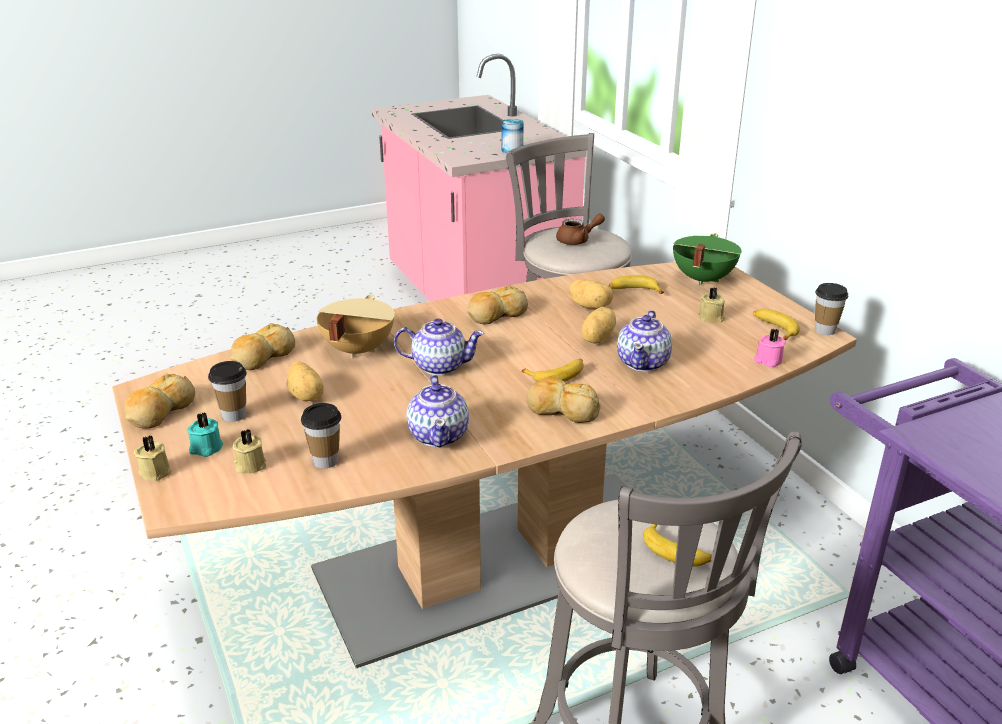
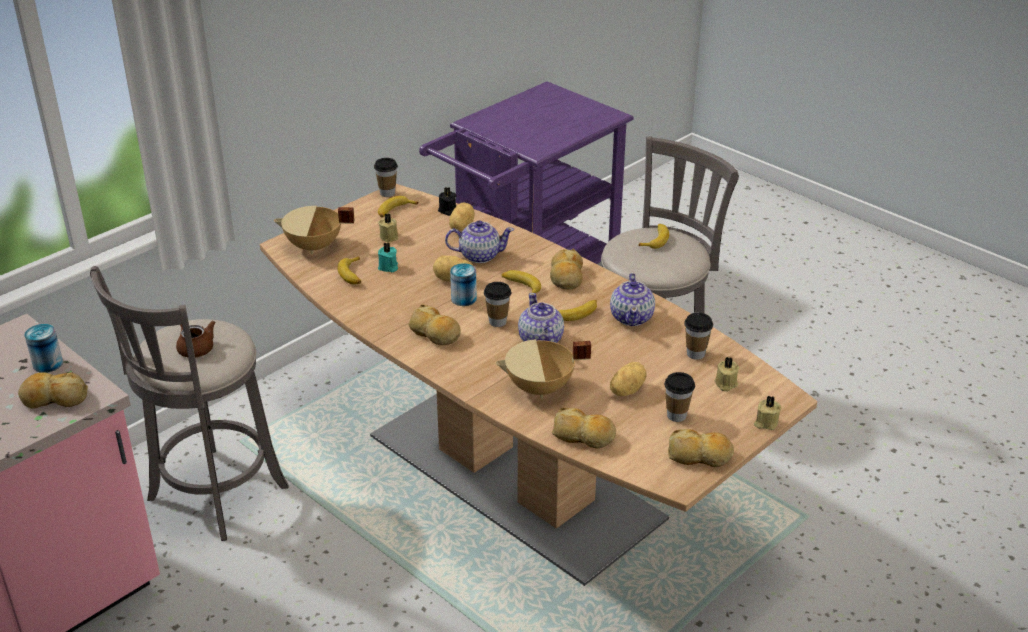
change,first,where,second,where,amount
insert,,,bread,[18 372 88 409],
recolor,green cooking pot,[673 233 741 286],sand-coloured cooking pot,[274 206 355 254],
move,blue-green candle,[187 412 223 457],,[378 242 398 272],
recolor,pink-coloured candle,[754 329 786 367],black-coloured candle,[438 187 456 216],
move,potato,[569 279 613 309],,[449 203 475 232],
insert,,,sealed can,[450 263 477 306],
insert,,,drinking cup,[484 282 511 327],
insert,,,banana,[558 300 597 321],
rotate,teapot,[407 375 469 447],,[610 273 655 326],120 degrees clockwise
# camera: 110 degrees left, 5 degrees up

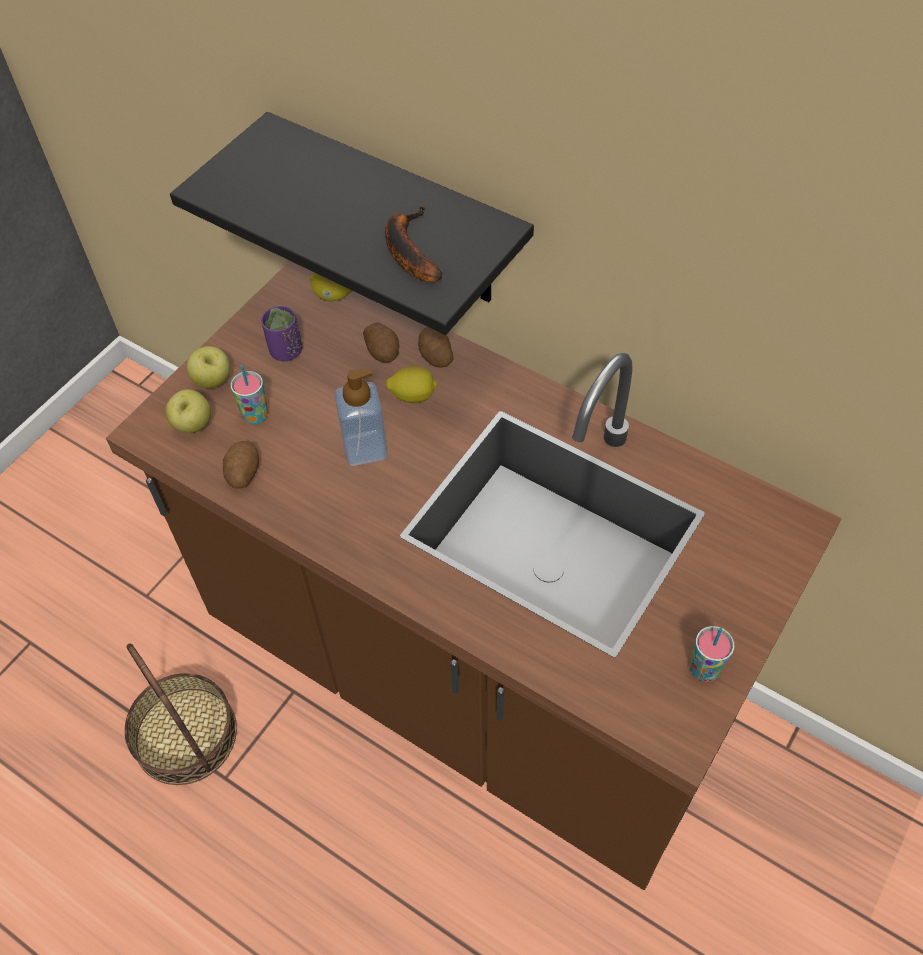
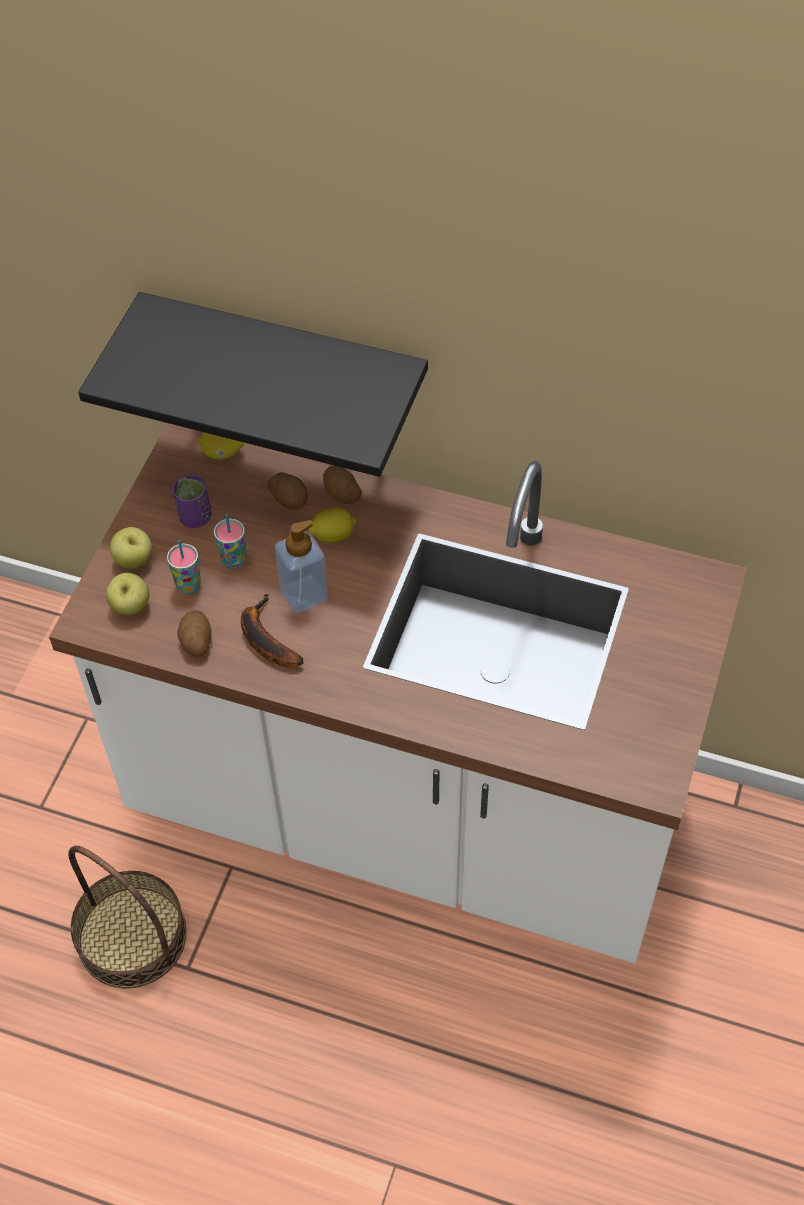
change,first,where,second,where,amount
recolor,brown counter,[106 261 842 890],white-coloured counter,[49 423 747 963],
move,drinking cup,[690 626 734 682],,[214 514 246 569],
move,banana,[385 206 442 282],,[241 593 304 668],
# camera: 15 degrees left, 0 degrees up

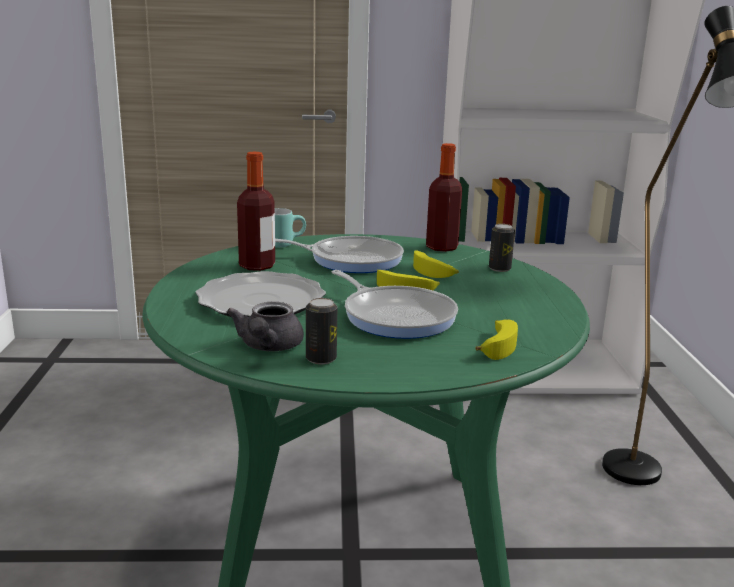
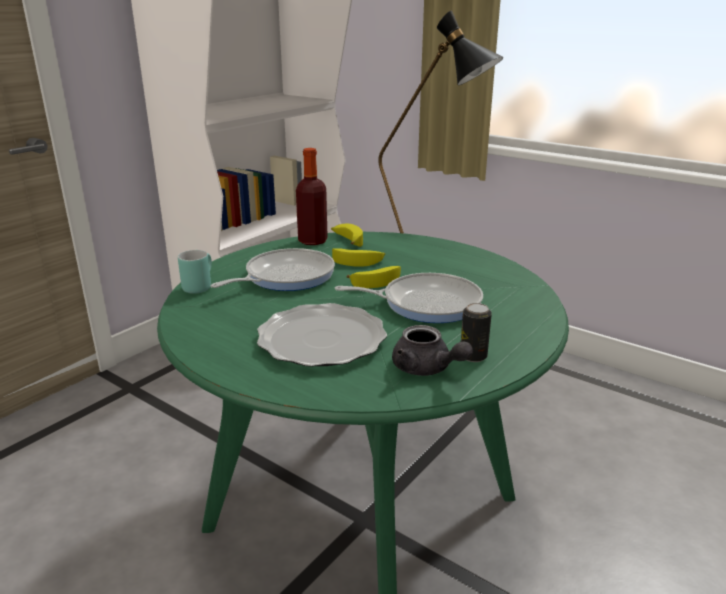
change,first,where,second,where,amount
move,banana,[476 319 518 360],,[331 224 363 247],
delete,bottle,[237 152 275 271],,,
delete,sealed can,[489 224 515 272],,,
# camera: 50 degrees left, 5 degrees up

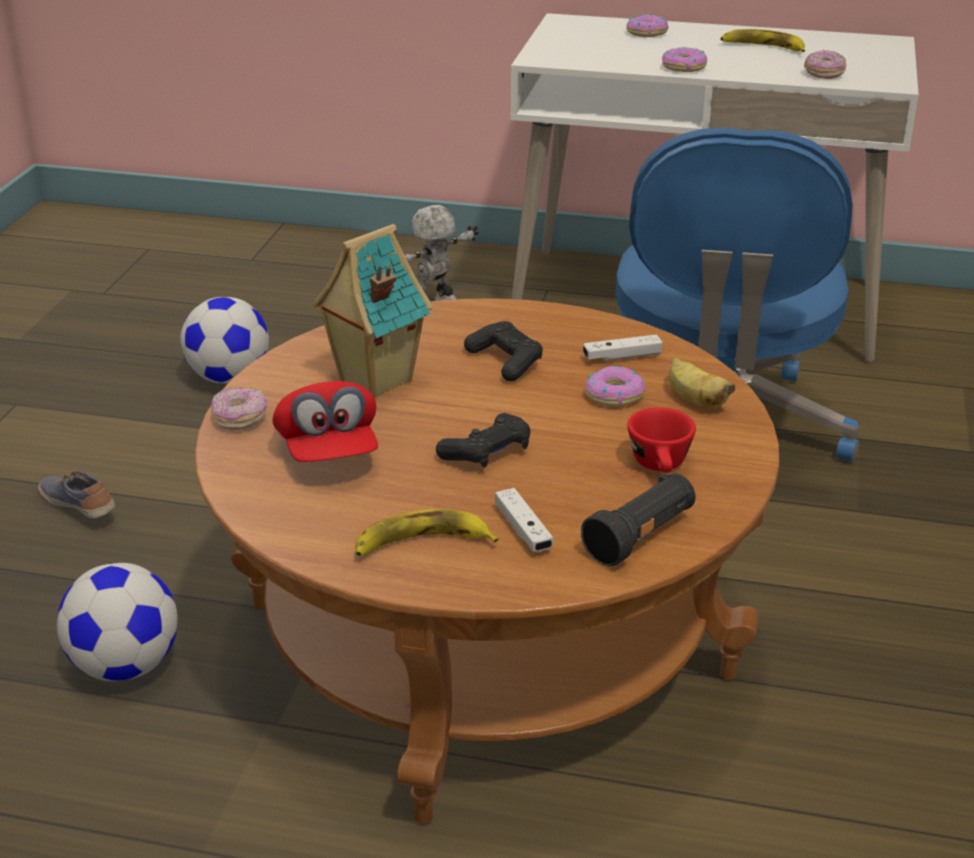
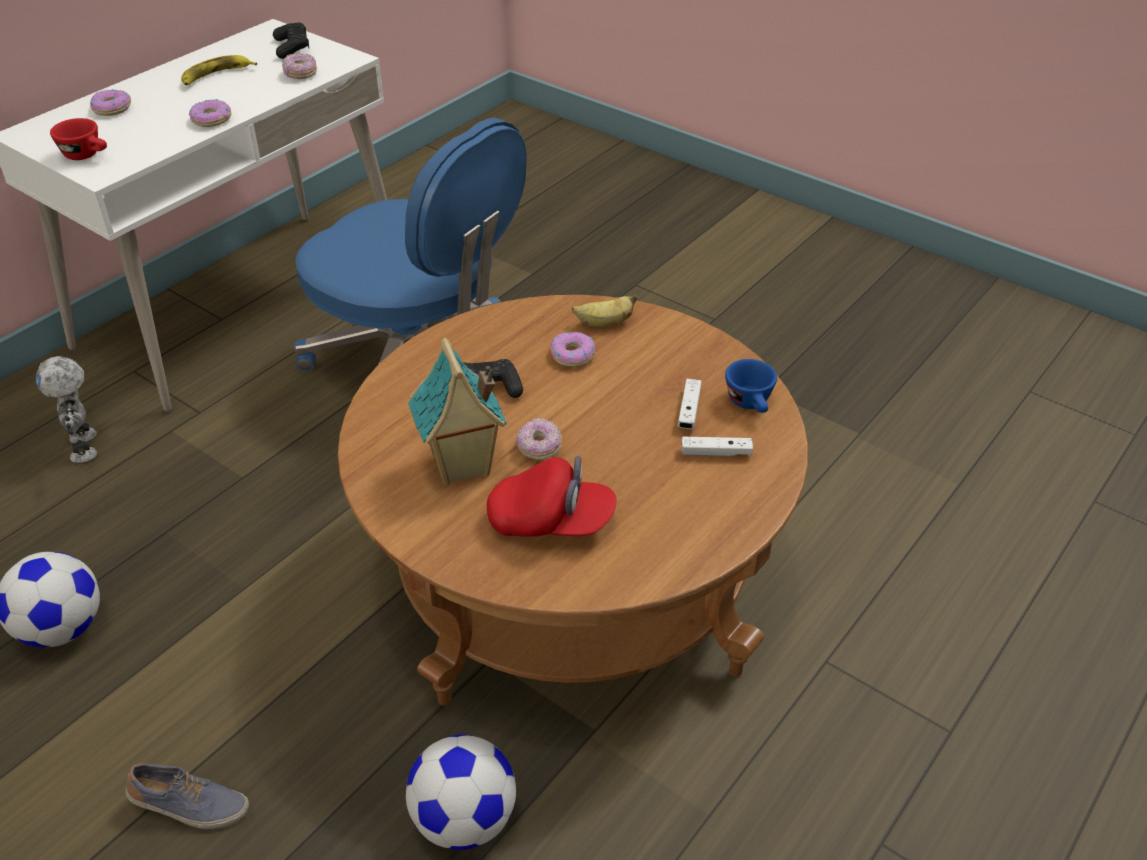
change,first,where,second,where,amount
move,red drinking cup,[627 407 696 472],,[50 118 107 160],
rotate,item of footwear,[38 470 115 518],,[126 763 249 829],150 degrees counterclockwise
move,black-coloured joypad,[436 413 531 468],,[273 23 309 59],
move,doughnut,[211 387 267 430],,[516 418 562 460],
move,white-coloured joypad,[583 335 663 361],,[678 379 702 429],
replace,black-coloured hand torch,[581 473 695 566],blue-coloured drinking cup,[725 359 777 413],
delete,banana,[355 509 499 556],,,
# camera: 65 degrees left, 10 degrees up

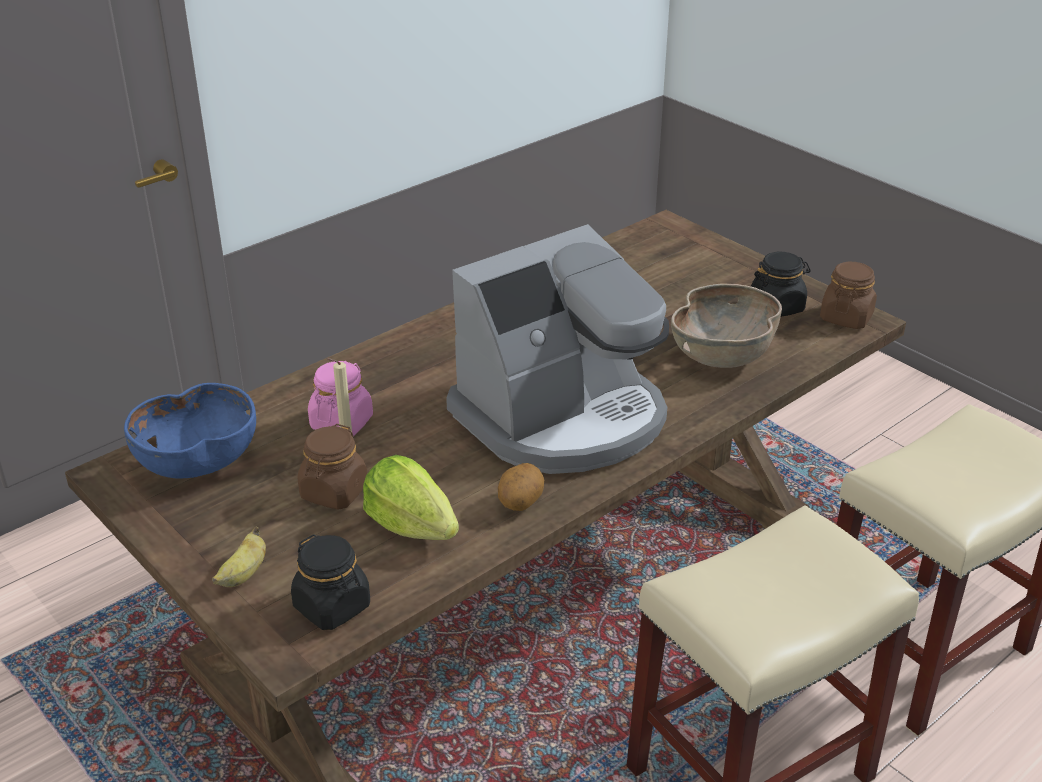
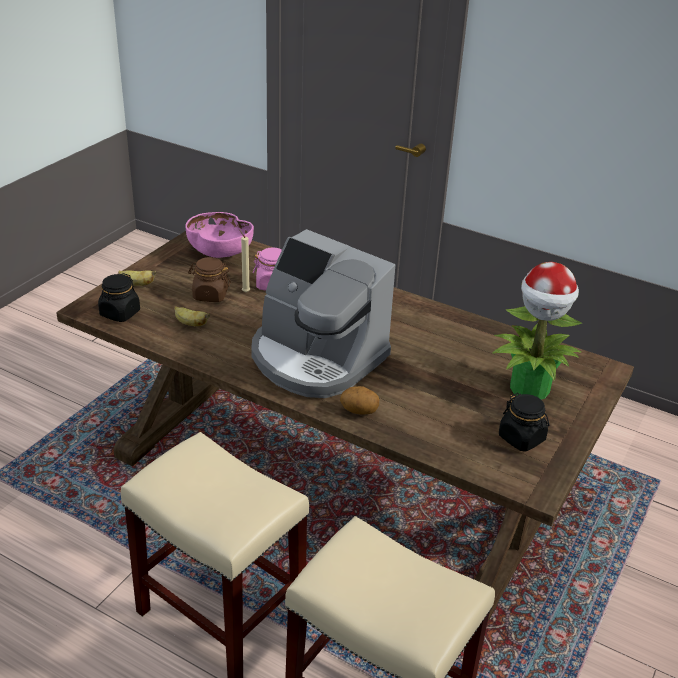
change,first,where,second,where,amount
replace,lettuce head,[363 455 459 540],banana,[174 306 210 326],
recolor,blue-coloured bowl,[124 383 256 479],pink-coloured bowl,[185 212 254 258],
move,potato,[498 463 544 511],,[340 386 379 415],
insert,,,potted plant,[492 262 582 400],
delete,brown bowl,[671 283 782 368],,,
delete,brown preserve jar,[820 262 877 329],,,
# camera: 70 degrees right, 0 degrees up

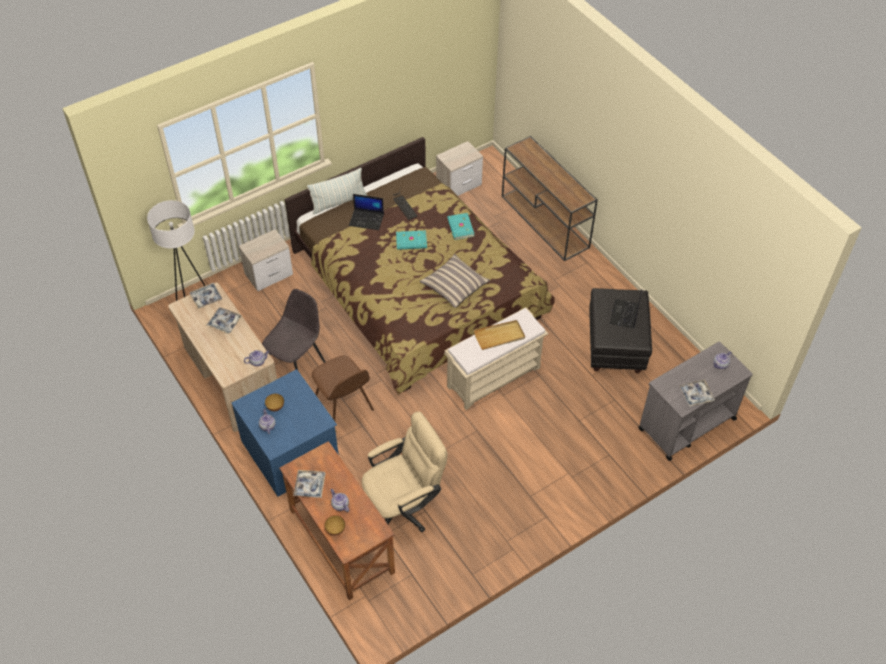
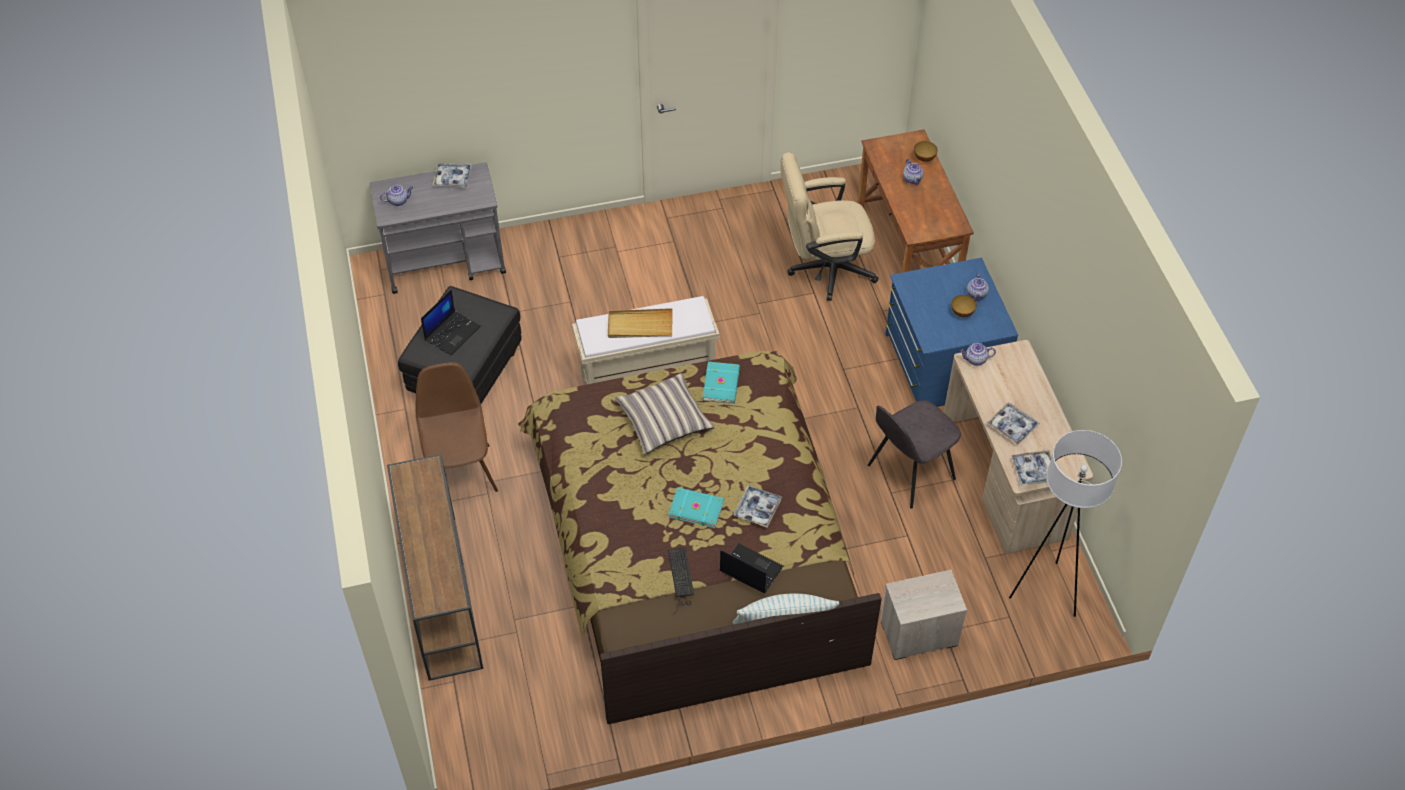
change,first,where,second,where,amount
move,brown plain chair,[312 355 374 420],,[415 362 498 492],
move,blue-green book,[447 213 474 240],,[703 362 740 404],
move,tray,[294 470 325 498],,[733 485 783 527],
delete,night table,[436 141 483 196],,,
# camera: 160 degrees left, 0 degrees up

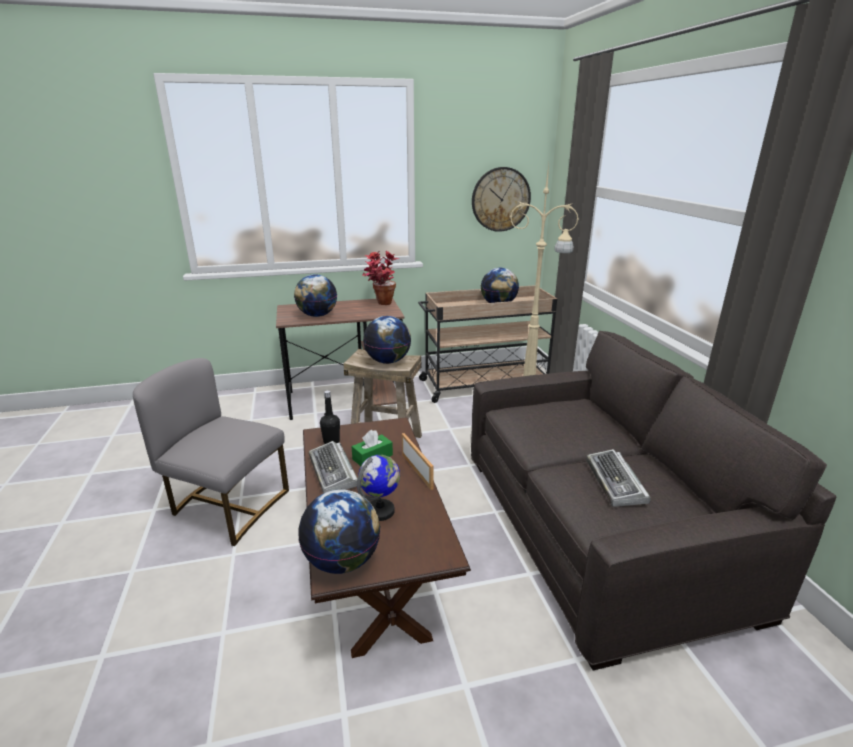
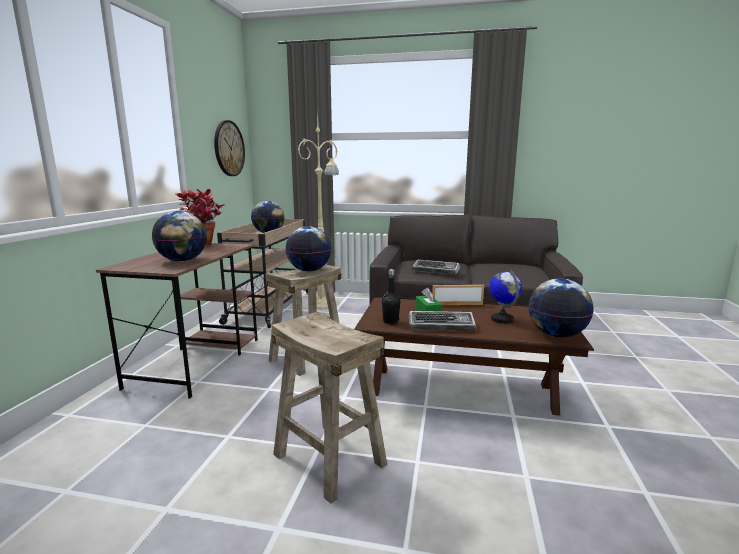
change,first,where,second,where,amount
replace,greyish plain chair,[133 358 289 546],sand-coloured stool seat,[272 312 387 504],
move,PC keyboard,[586 449 651 507],,[412 259 460 275],
# camera: 65 degrees left, 10 degrees down

